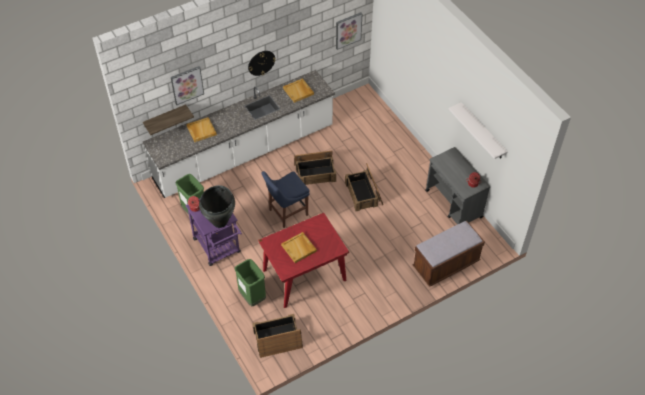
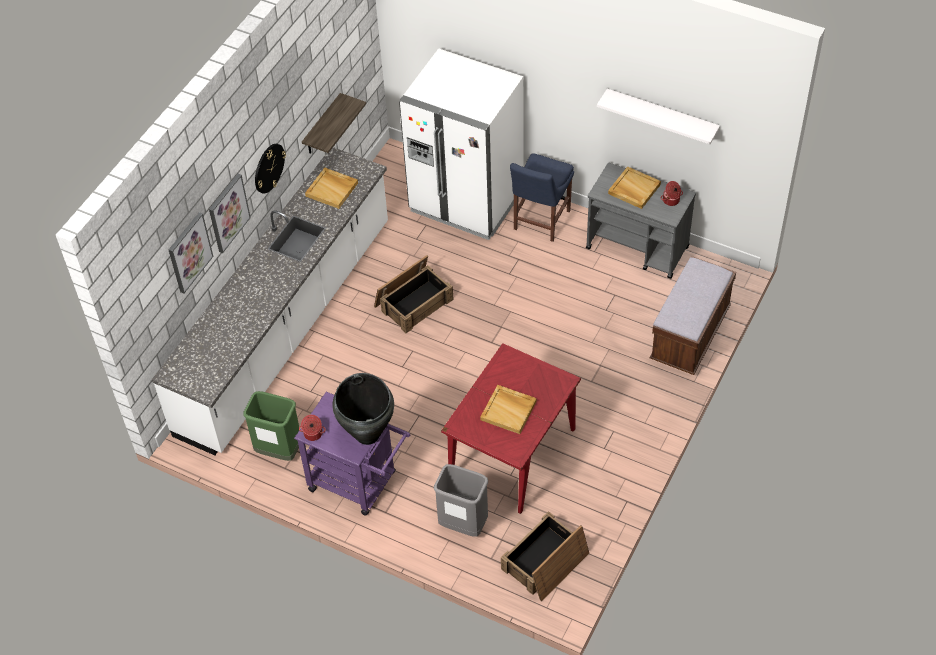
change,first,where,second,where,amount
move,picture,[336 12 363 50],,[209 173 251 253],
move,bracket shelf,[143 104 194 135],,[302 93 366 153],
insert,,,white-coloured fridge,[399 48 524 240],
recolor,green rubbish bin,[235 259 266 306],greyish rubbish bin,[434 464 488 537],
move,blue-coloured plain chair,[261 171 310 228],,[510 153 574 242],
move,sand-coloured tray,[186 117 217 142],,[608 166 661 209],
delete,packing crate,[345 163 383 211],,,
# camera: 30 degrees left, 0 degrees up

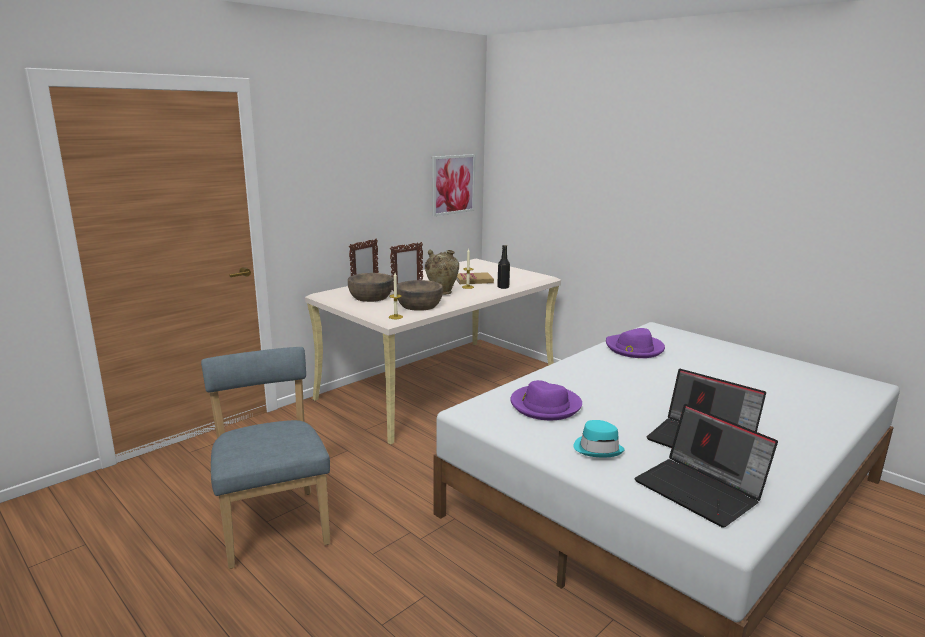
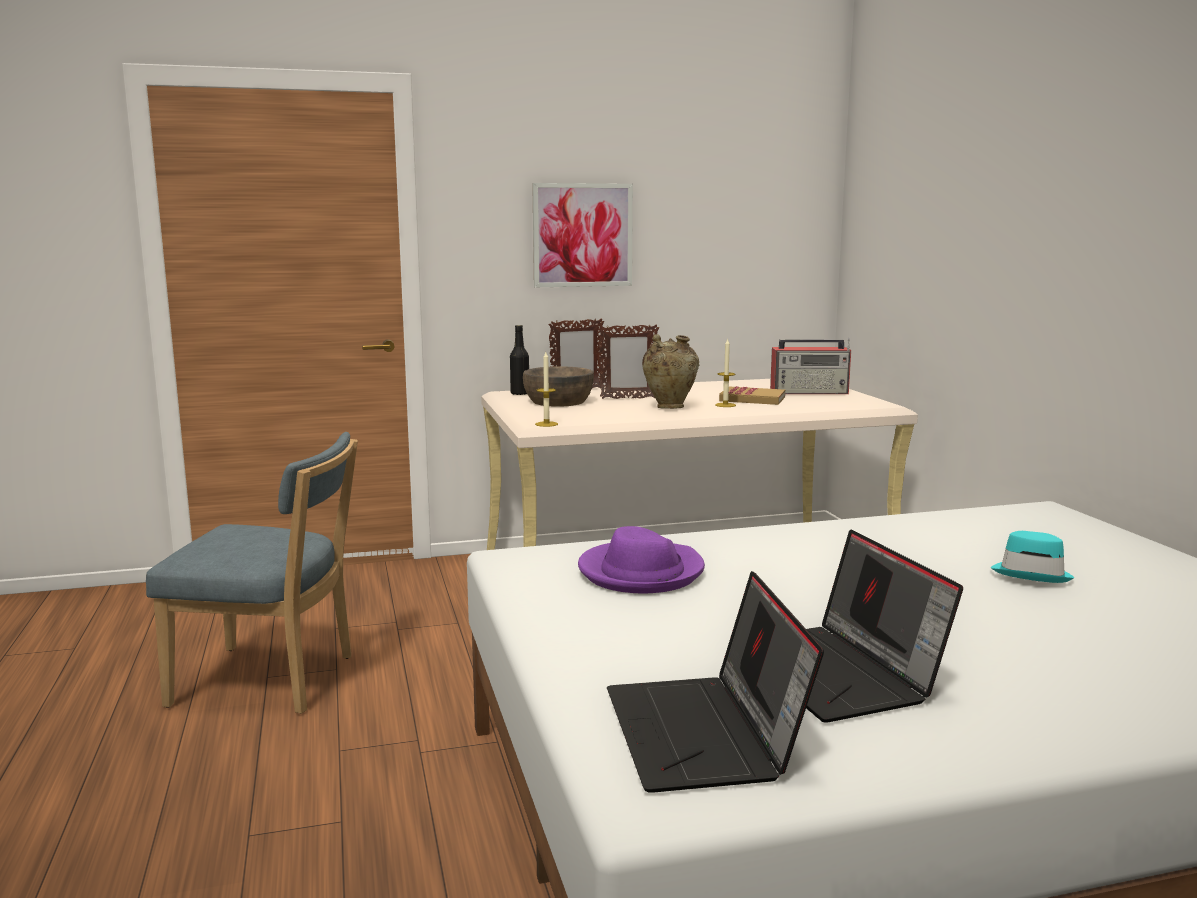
change,first,where,second,where,amount
rotate,blue-coloured plain chair,[201 347 330 569],,[146 432 358 714],90 degrees clockwise
move,black-coloured bottle,[497 245 510 289],,[510 325 529 395],
move,picture,[432 154 475 216],,[532 183 633 287],
insert,,,radio receiver,[770 338 851 394],
move,blue-green clothing hat,[574 420 625 458],,[991 531 1075 583],
delete,brown bowl,[397 280 443 311],,,
delete,purplish clothing hat,[606 328 665 358],,,
# camera: 30 degrees right, 5 degrees down

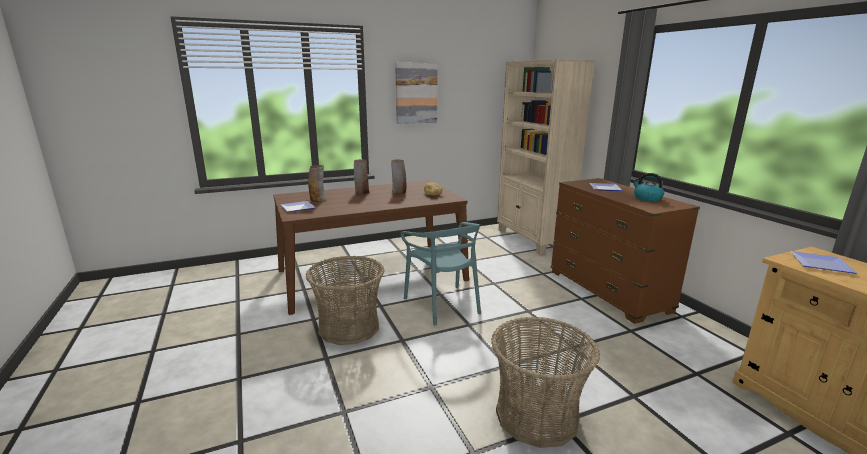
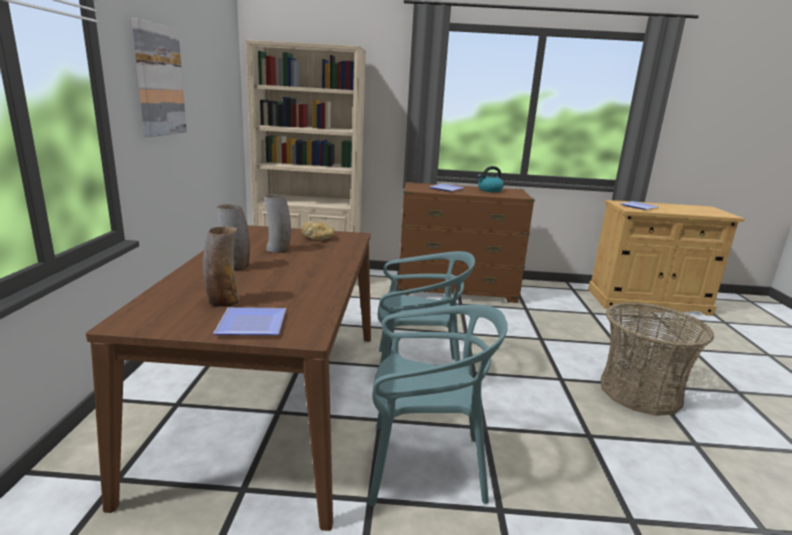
change,first,where,second,where,amount
replace,household basket,[306 256 384 345],blue-green plain chair,[368 304 508 506],
# camera: 65 degrees left, 0 degrees up

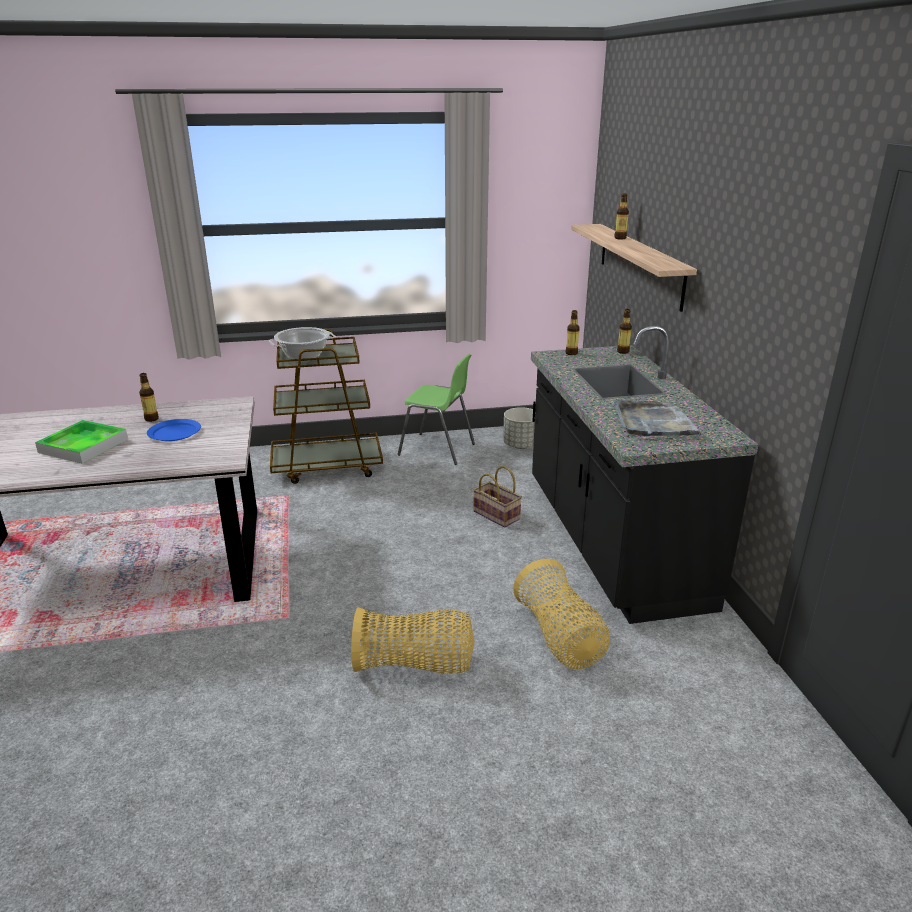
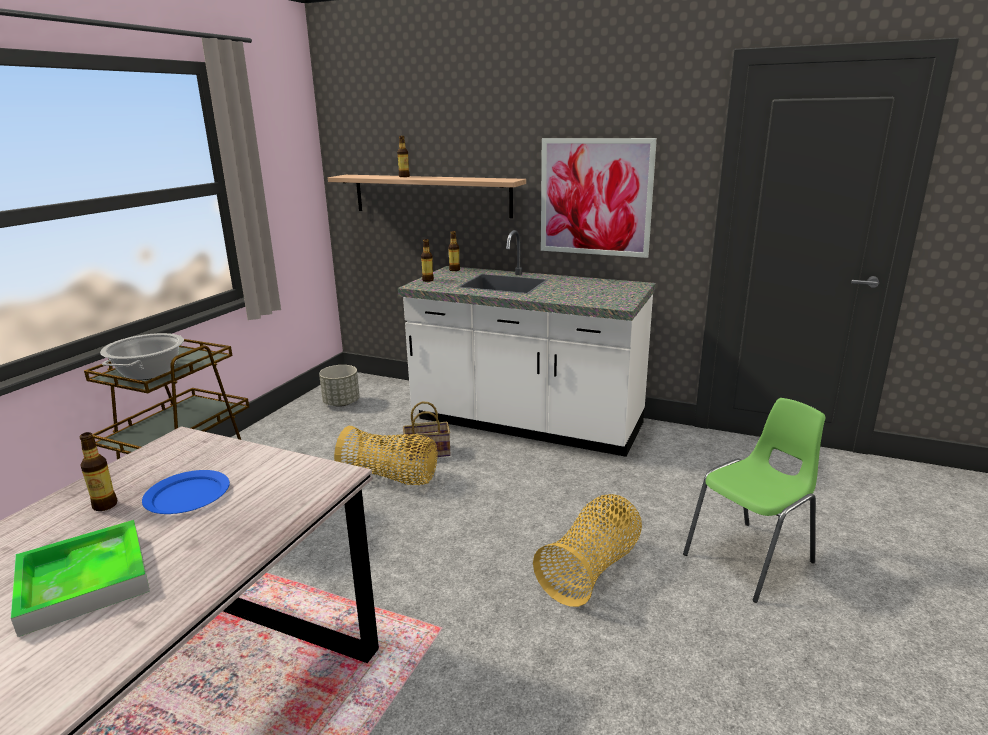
change,first,where,second,where,amount
move,household basket,[513 559 610 669],,[334 426 437 485],
recolor,black-coloured counter,[531 326 759 624],white-coloured counter,[398 230 656 457],
insert,,,picture,[541 138 657 258],
move,green plain chair,[398 354 475 465],,[683 398 825 603],
delete,greyish tray,[614 400 703 436],,,
# camera: 55 degrees left, 5 degrees down

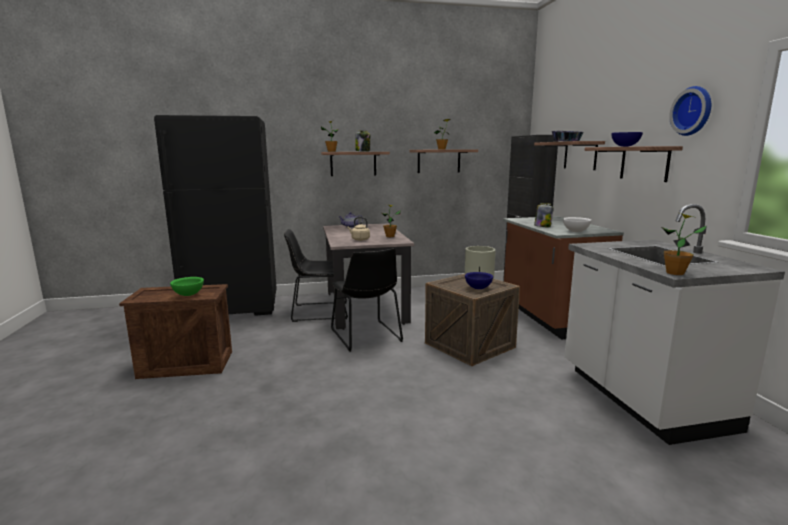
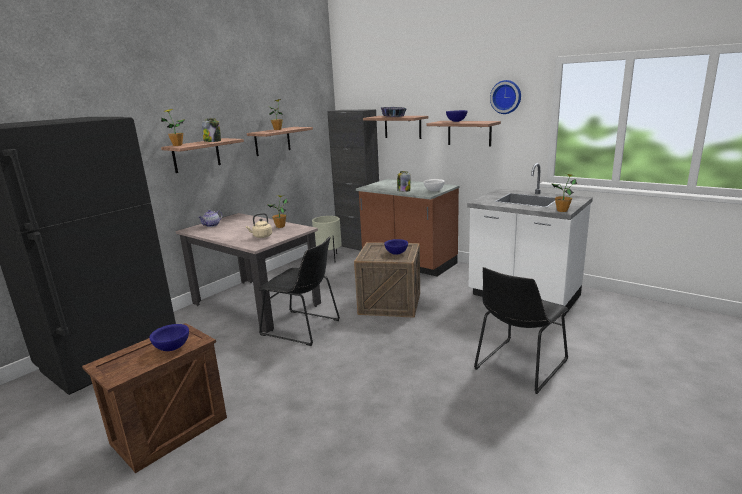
change,first,where,second,where,amount
recolor,green bowl,[170 277 204 296],blue-coloured bowl,[149 324 189 351],
move,black-coloured plain chair,[284 229 348 322],,[474 267 568 394],
# camera: 40 degrees left, 5 degrees up

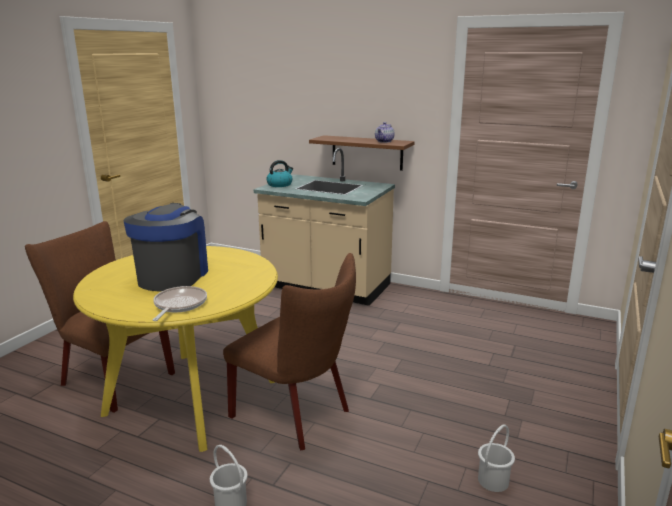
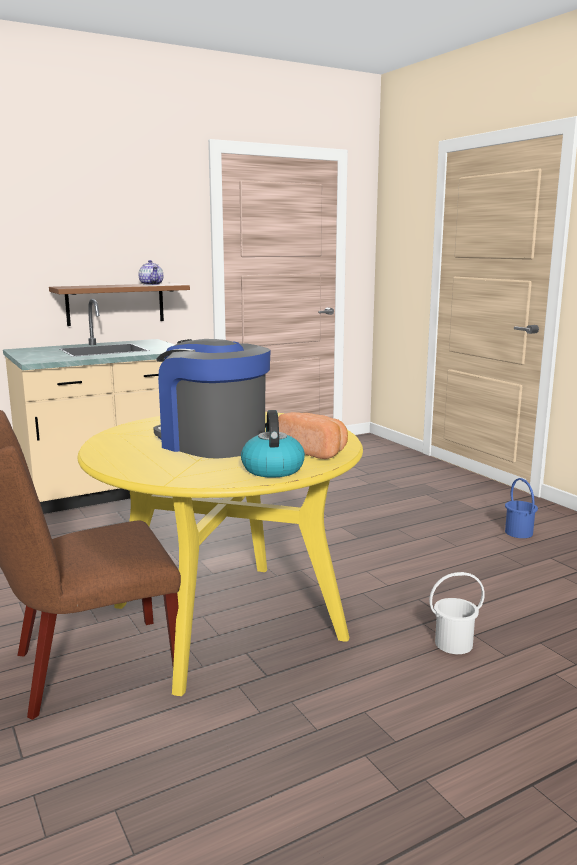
change,first,where,second,where,amount
move,kettle,[266 160 293 187],,[241 410 305 478],
replace,skillet,[153 286 207 321],bread,[278 412 348 459],
recolor,white-coloured bucket,[478 425 515 492],blue-coloured bucket,[505 478 538 538],
delete,brown plain chair,[223 253 356 450],,,
# camera: 55 degrees left, 5 degrees down

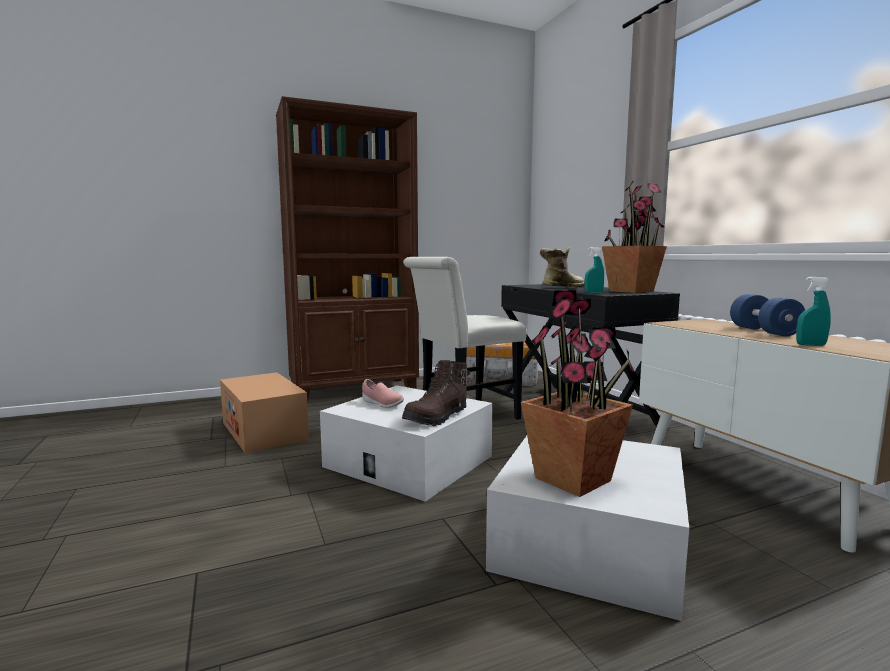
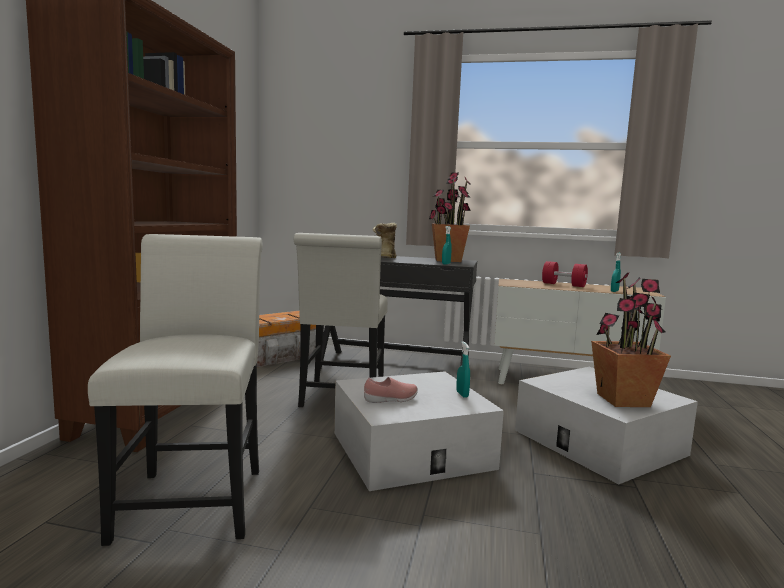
change,first,where,second,where,amount
replace,packing box,[220 372 309 453],white-coloured plain chair,[88 234 263 546],
replace,brown high-top boot,[402 360 470 426],blue-green spray bottle,[456 341 470 398],
recolor,blue-coloured dumbbell,[730 294 805 336],red dumbbell,[542 261 588 287],
# camera: 55 degrees left, 0 degrees up

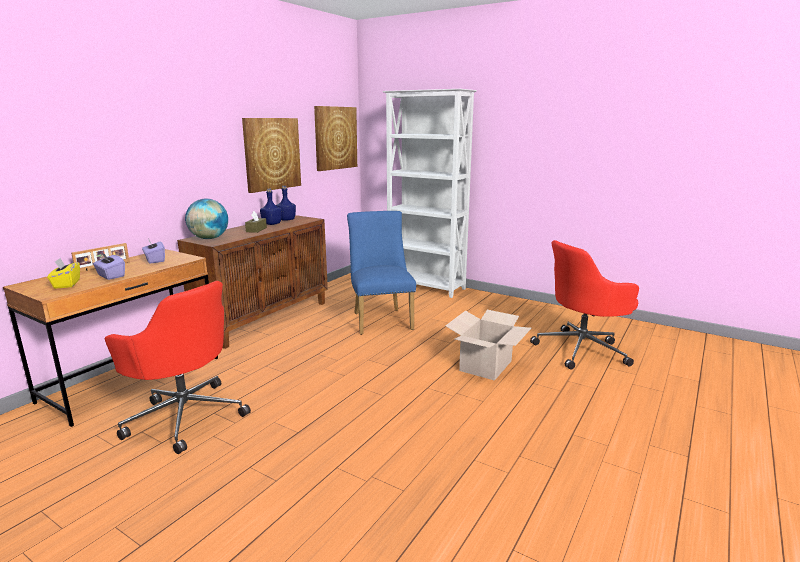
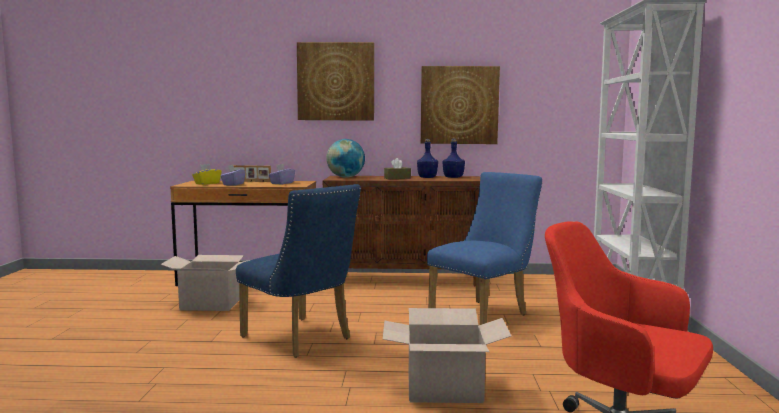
change,first,where,second,where,amount
replace,red desk chair,[105 281 251 454],packing box,[160 255 250 311],
insert,,,blue-coloured plain chair,[236 184 361 358],
move,picture,[314 106 357 171],,[297 42 374 121],
# camera: 60 degrees right, 10 degrees down

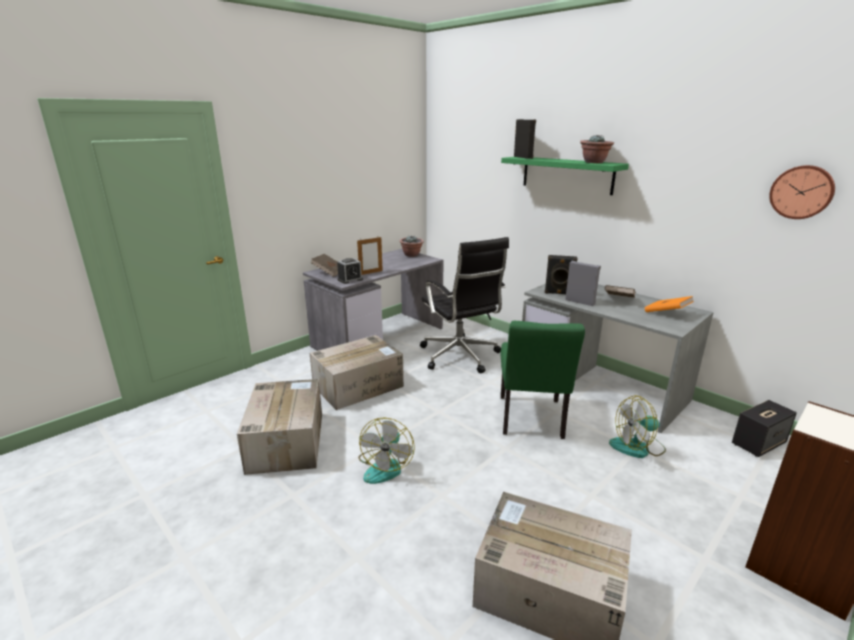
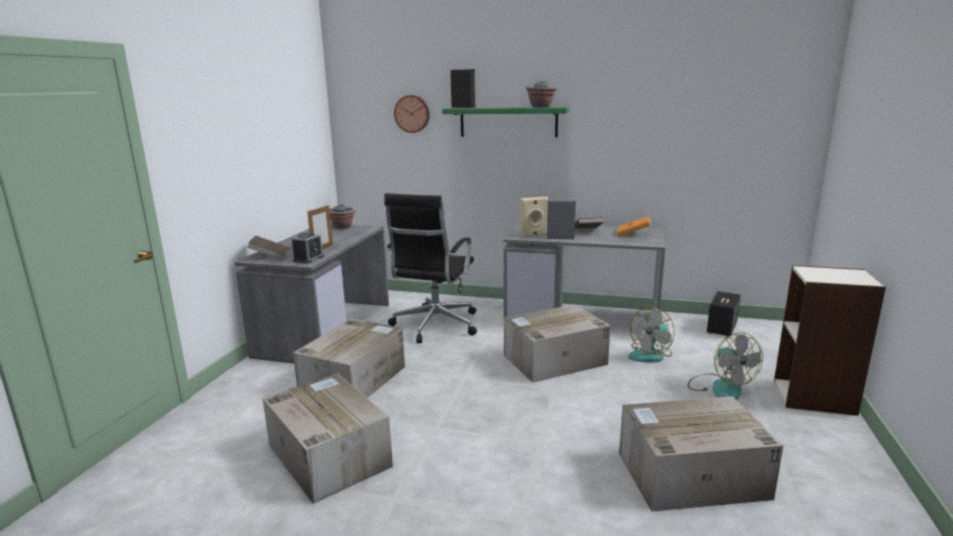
change,first,where,second,where,amount
rotate,black-coloured desk chair,[420 237 509 373],,[385 193 477 343],75 degrees clockwise
move,clock on the wall,[769 165 835 219],,[394 95 430 133],
replace,green plain chair,[500 321 585 439],packing box,[504 304 610 383],
recolor,black-coloured loudspeaker,[545 255 577 294],sand-coloured loudspeaker,[520 197 548 237],
move,fan,[359 417 415 484],,[688 332 763 400],
# camera: 30 degrees left, 5 degrees down

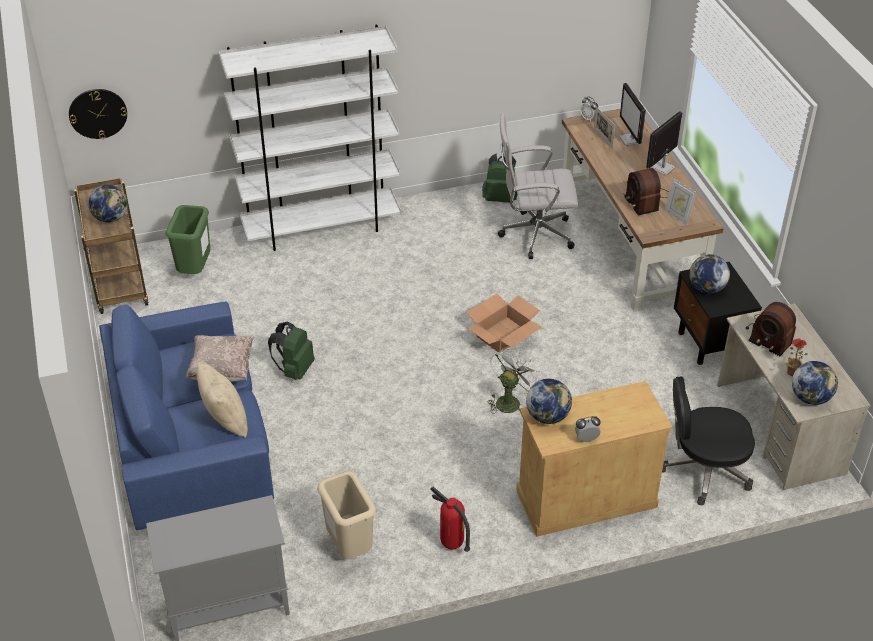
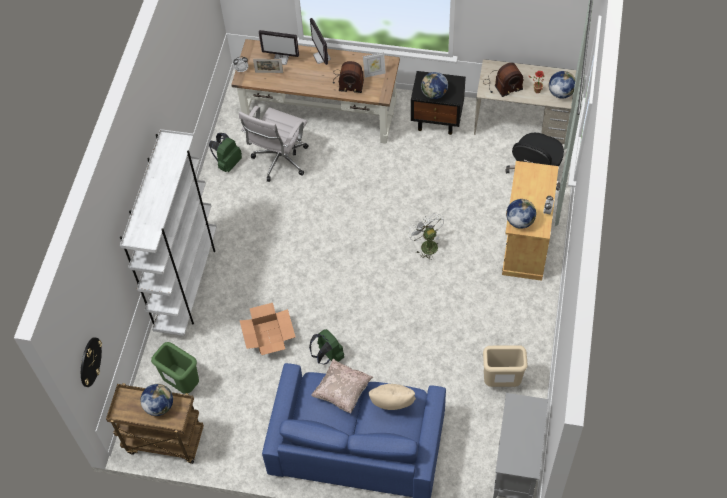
change,first,where,second,where,amount
move,packing box,[466 293 542 353],,[240 303 295 355],
delete,extinguisher,[430 486 470 552],,,
# camera: 60 degrees left, 15 degrees up

